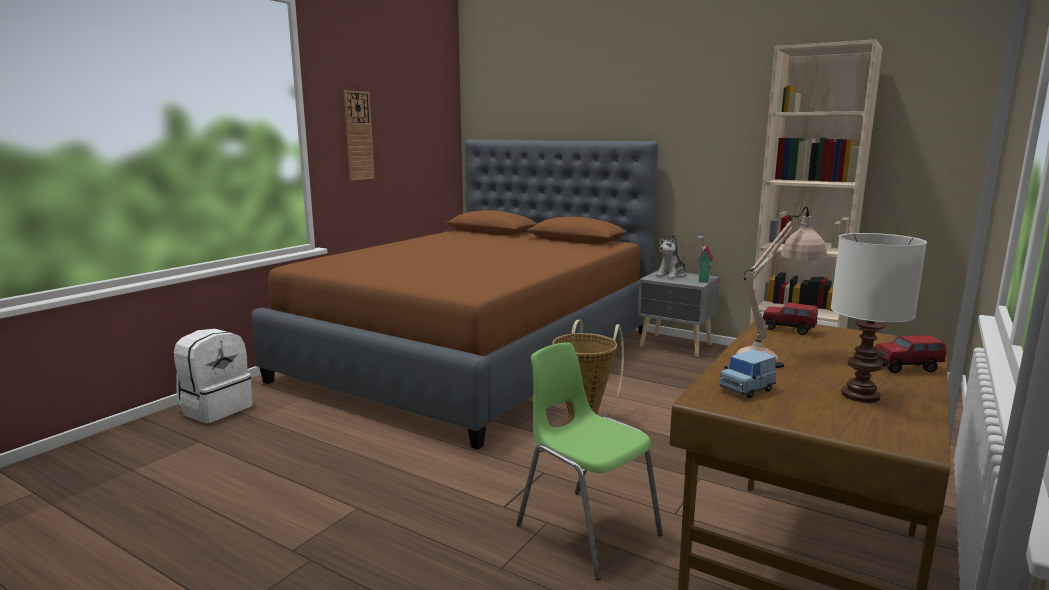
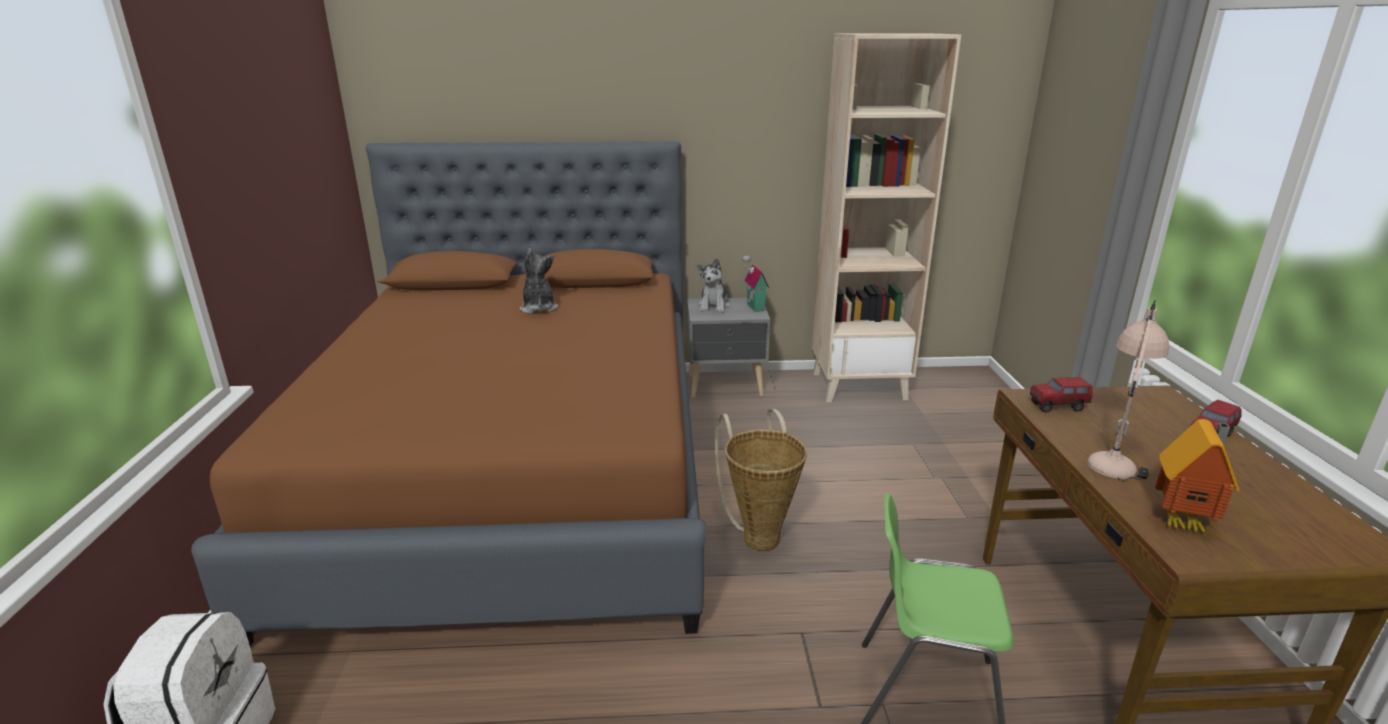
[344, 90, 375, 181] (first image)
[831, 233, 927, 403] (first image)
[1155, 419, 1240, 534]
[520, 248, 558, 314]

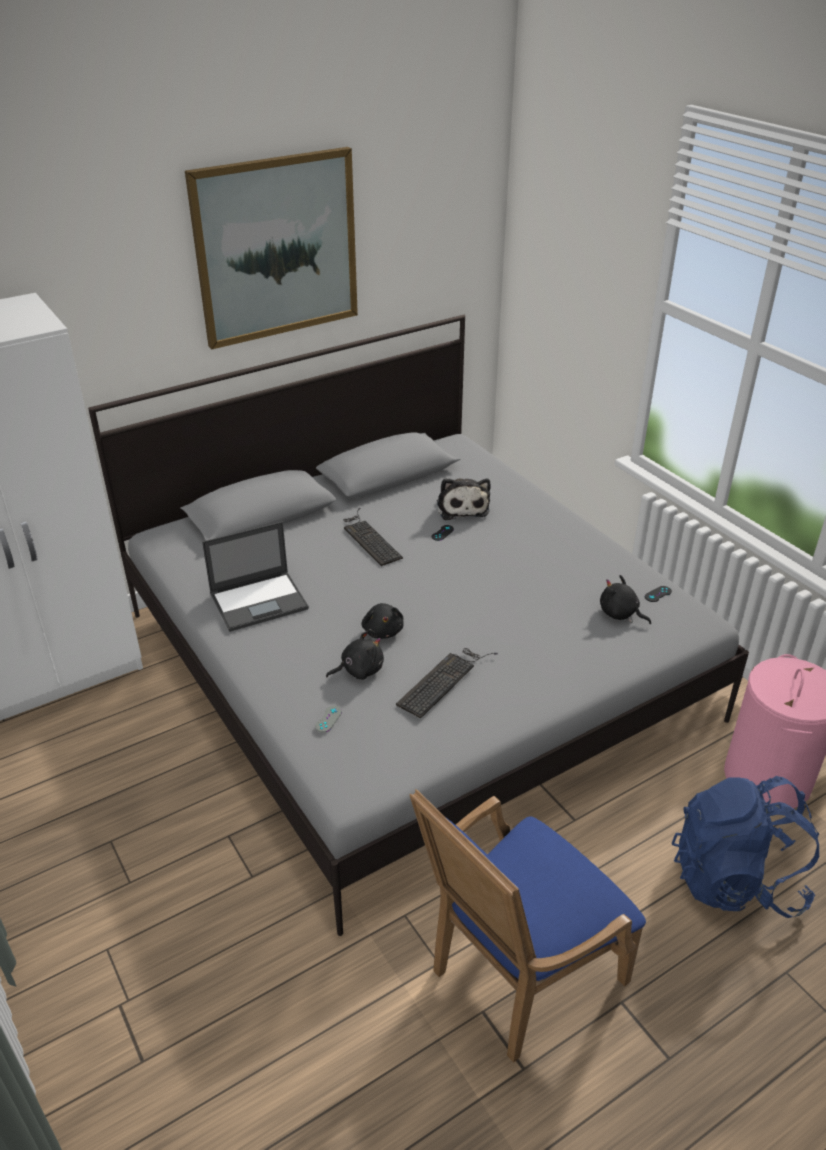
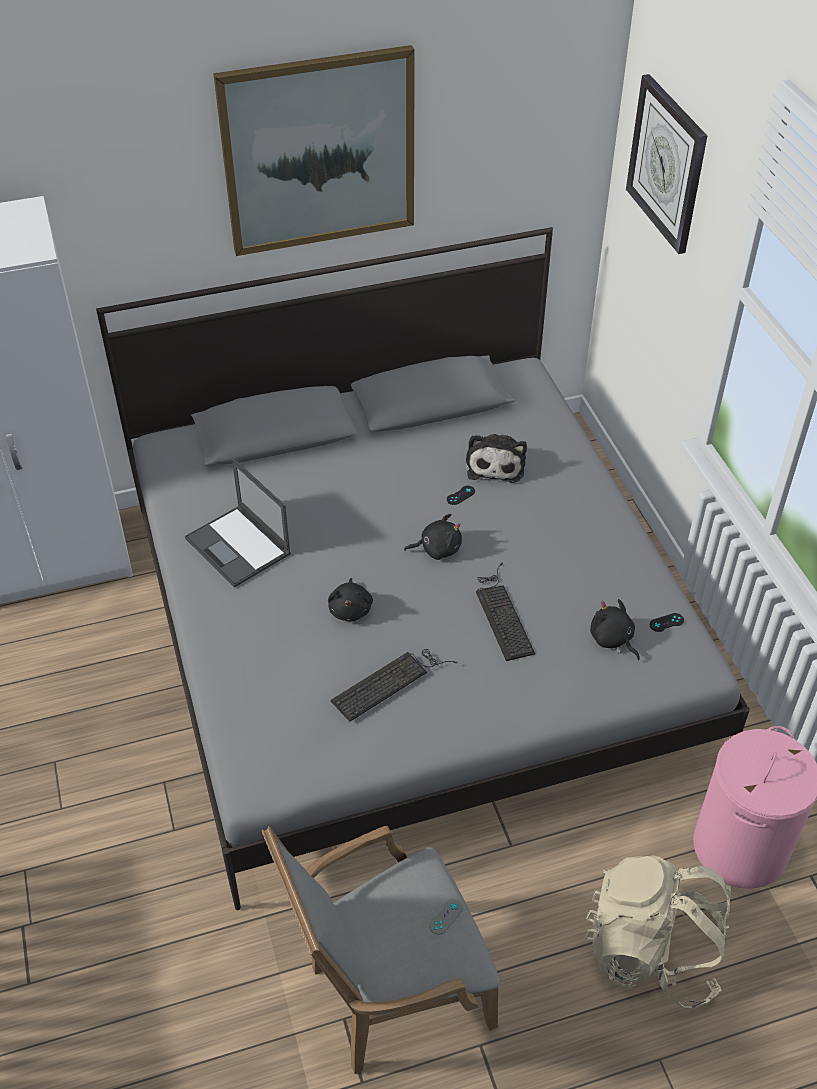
[476, 563, 535, 661]
[185, 458, 291, 588]
[404, 514, 462, 560]
[429, 899, 463, 935]
[585, 855, 731, 1008]
[262, 826, 500, 1074]
[626, 74, 707, 254]

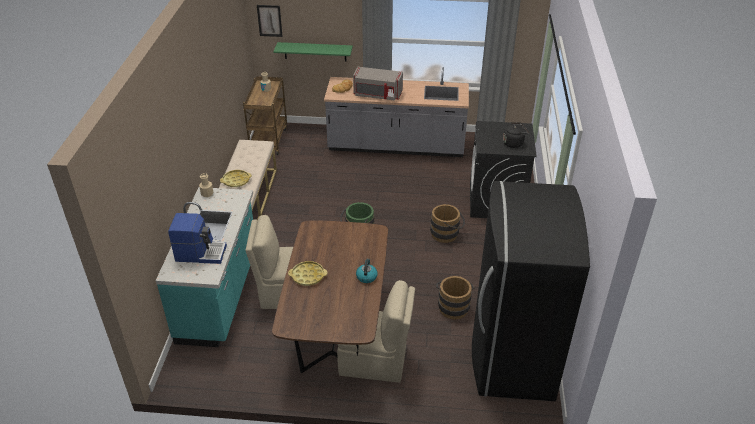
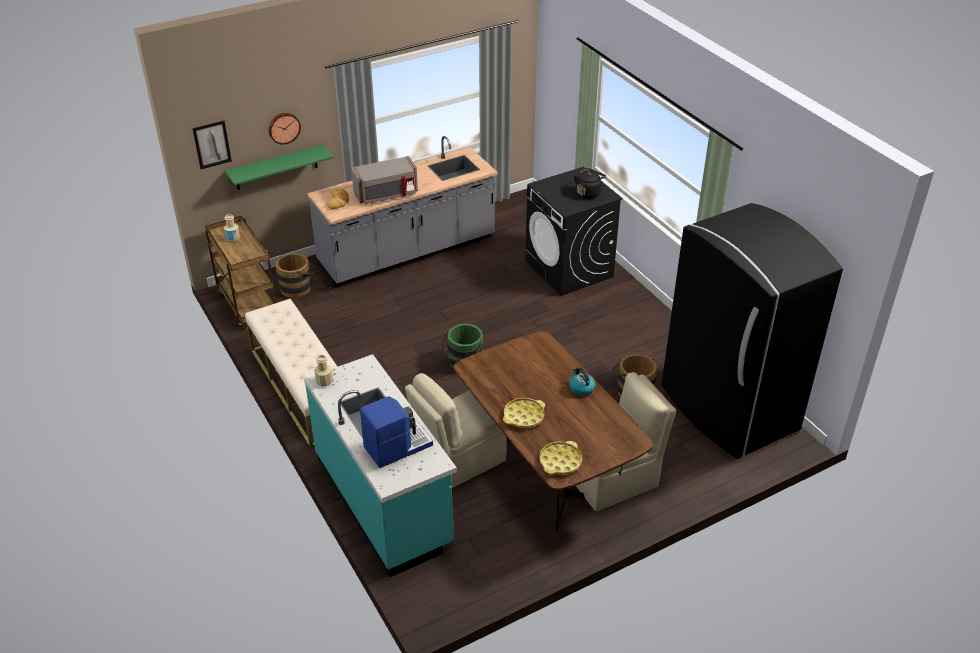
[539, 441, 582, 475]
[276, 253, 317, 298]
[268, 113, 301, 145]

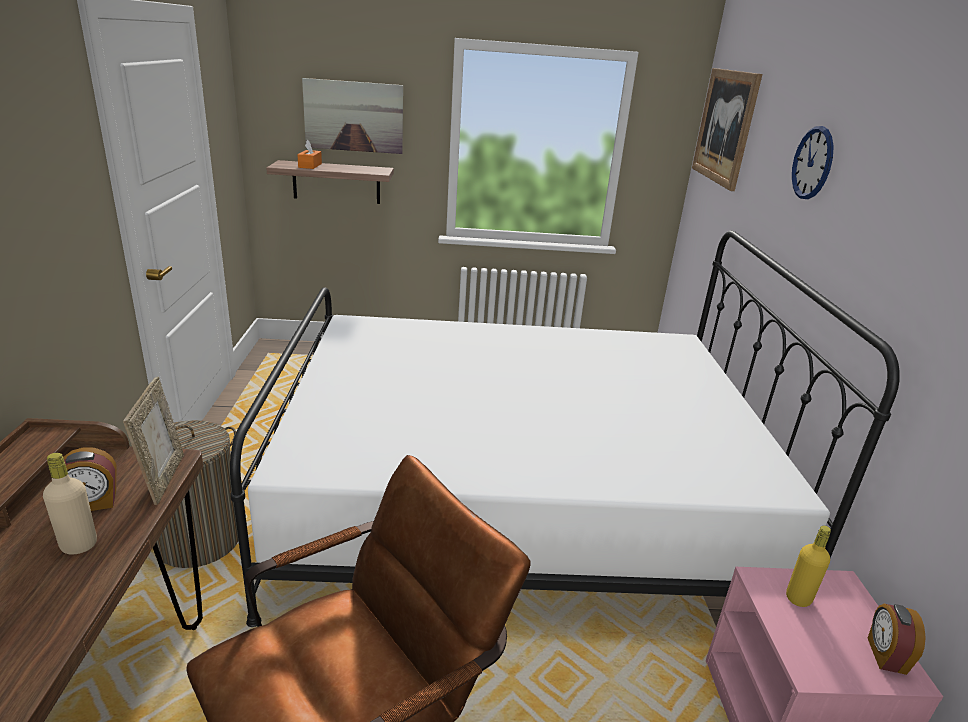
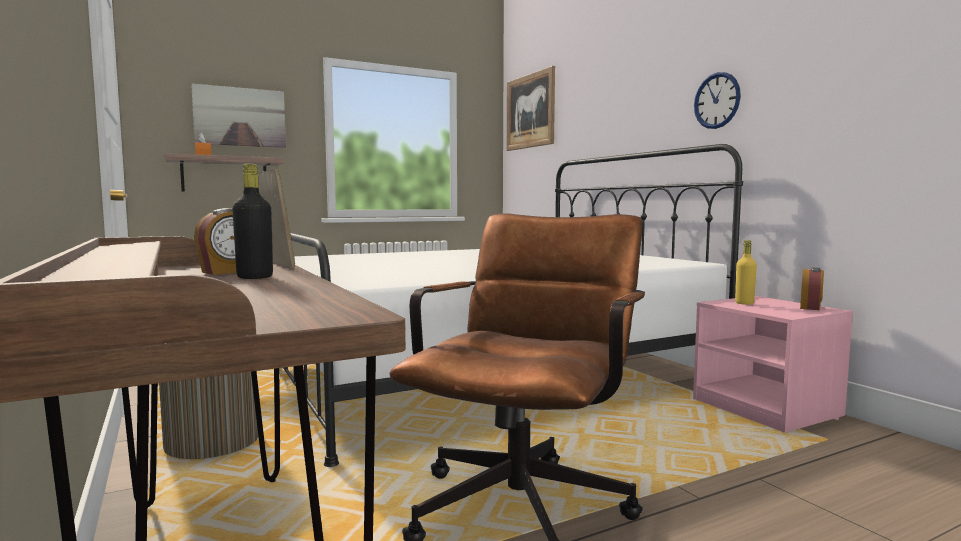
[694, 72, 741, 129]
[232, 164, 273, 279]
[800, 268, 824, 310]

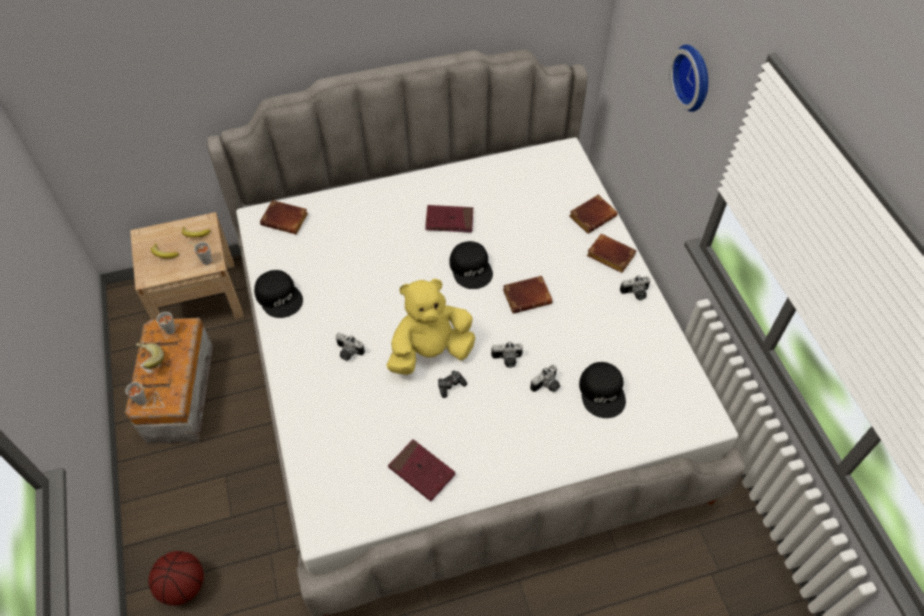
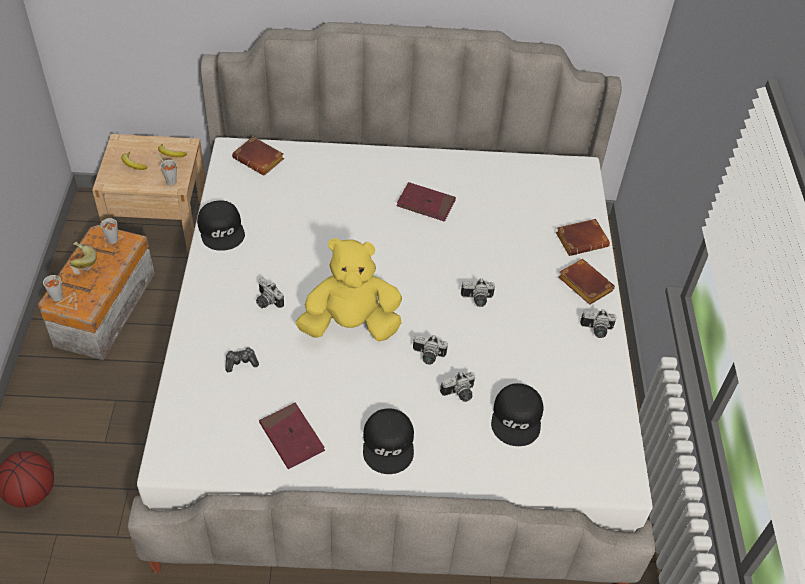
[670, 45, 708, 112] (first image)
[363, 408, 414, 474]
[461, 278, 495, 307]
[225, 347, 259, 372]

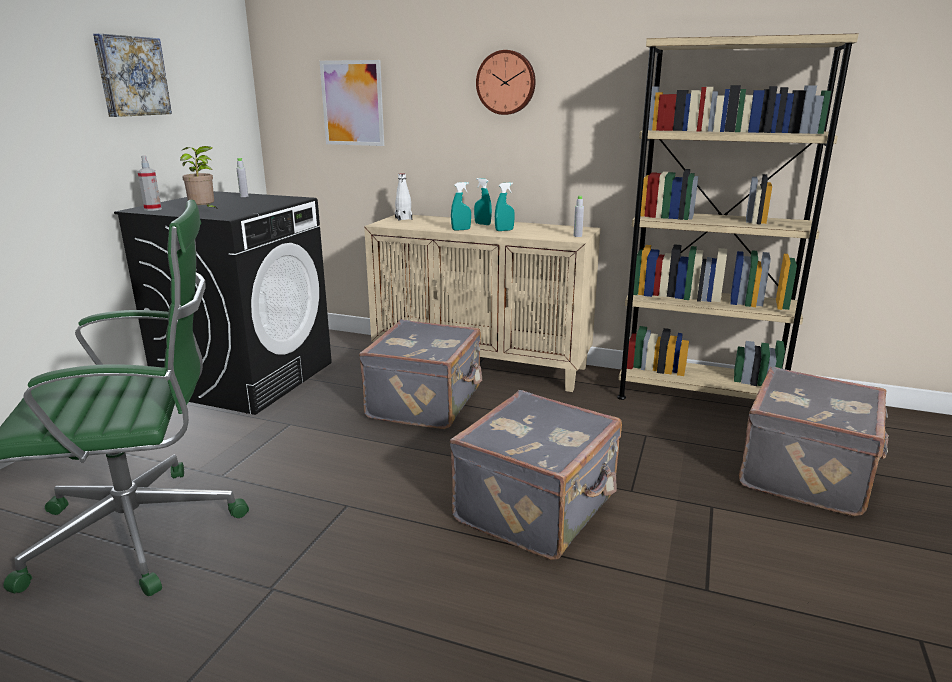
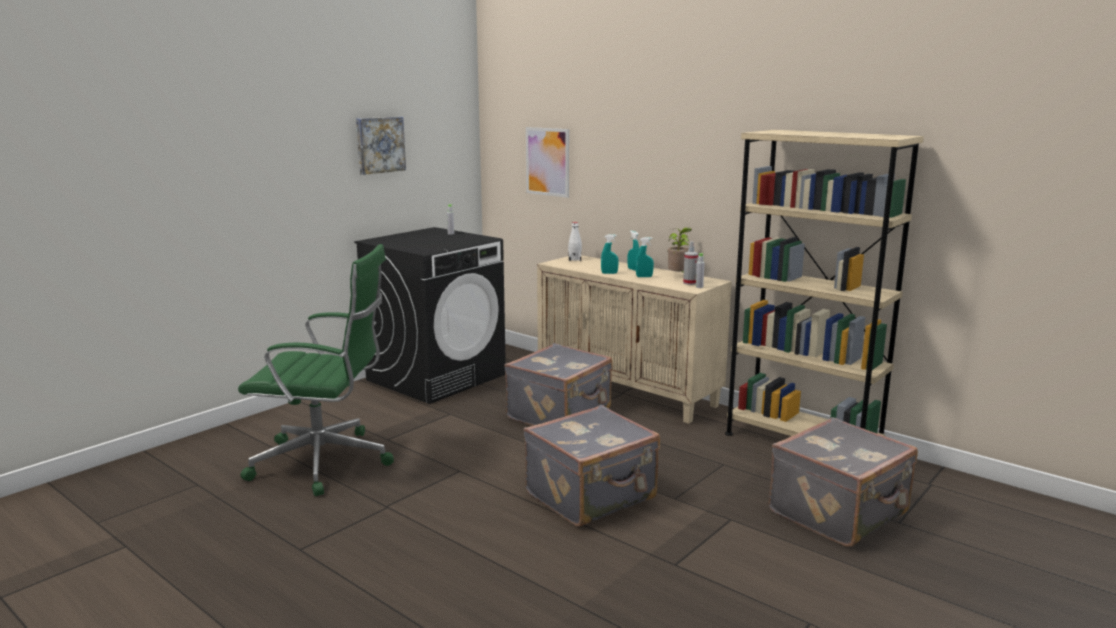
[476, 50, 536, 115] (first image)
[668, 227, 691, 273]
[683, 241, 698, 285]

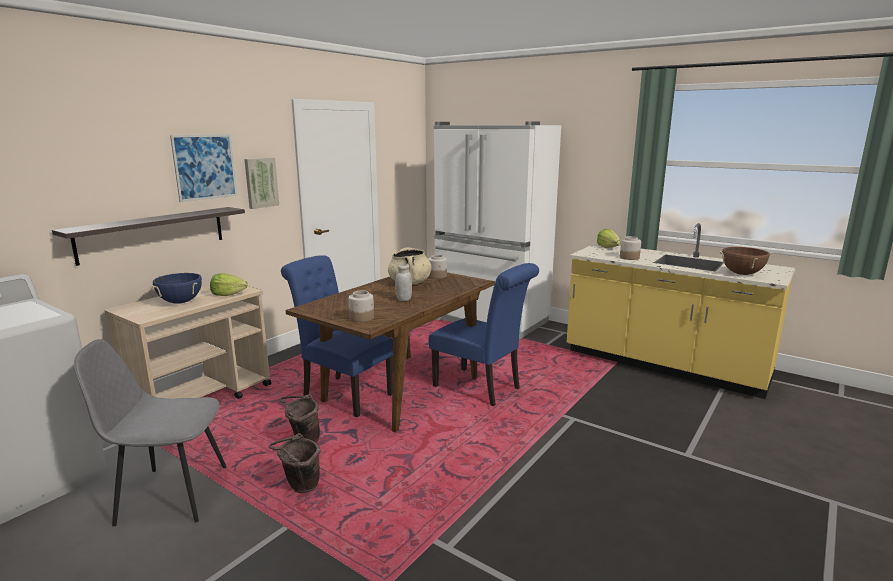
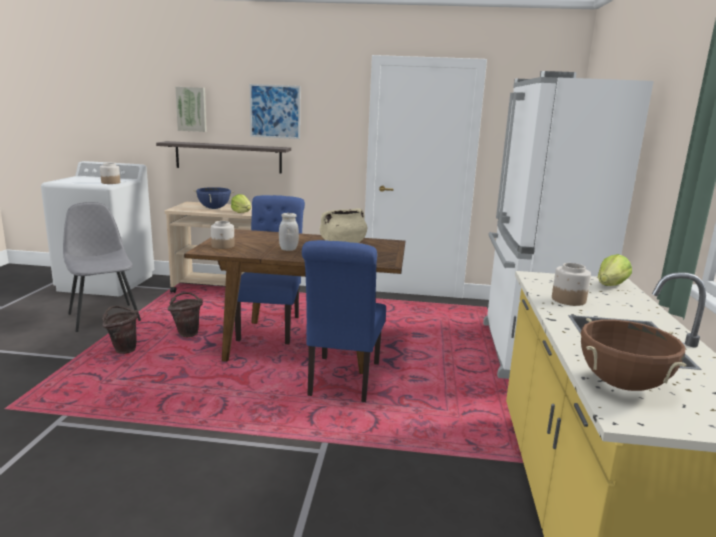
[176, 87, 207, 132]
[100, 163, 120, 184]

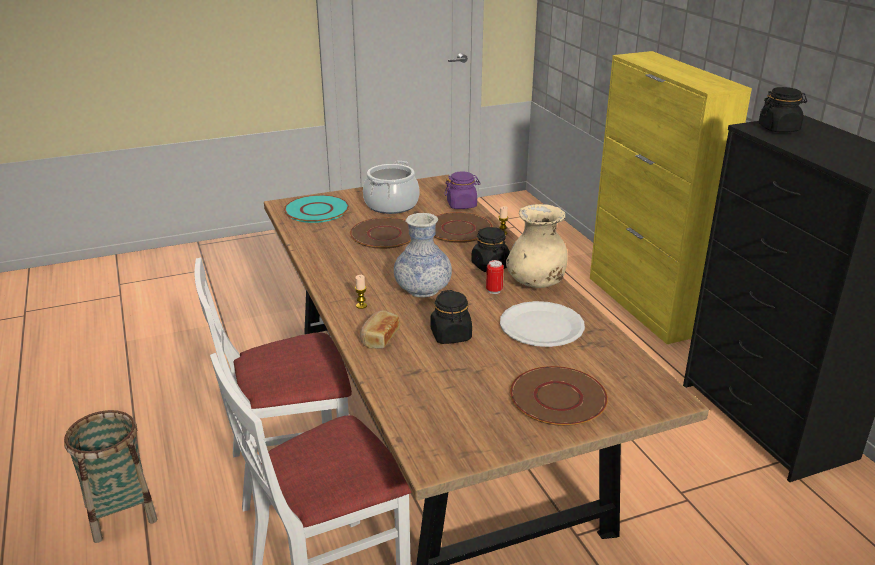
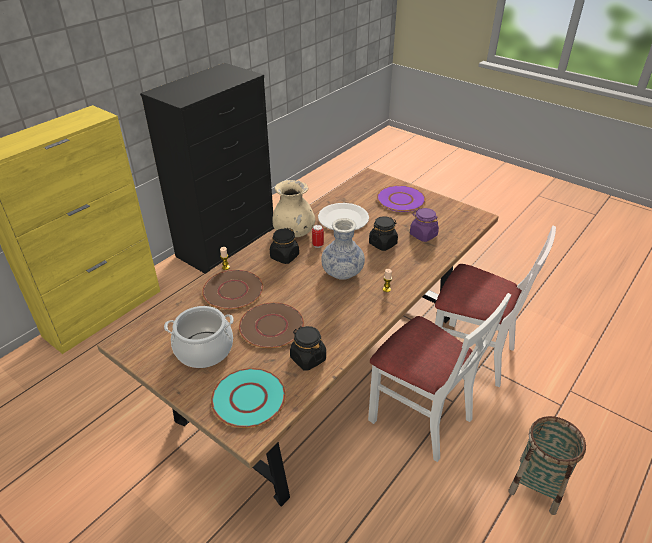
[290, 326, 326, 371]
[410, 208, 439, 242]
[360, 310, 400, 348] (first image)
[377, 185, 426, 212]

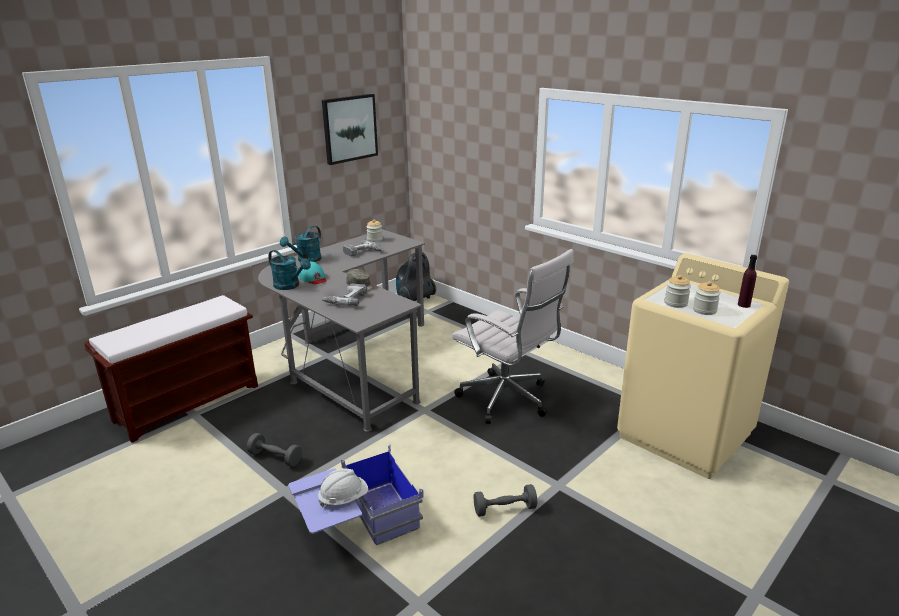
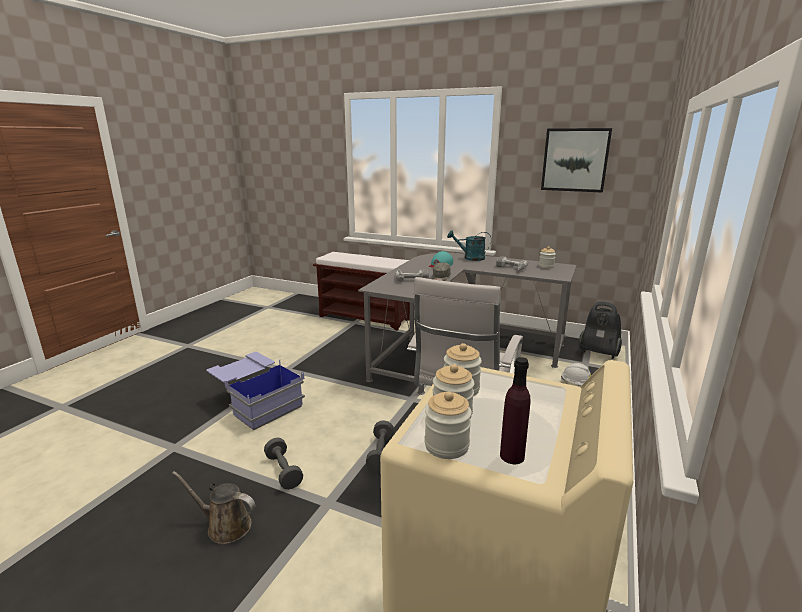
[268, 250, 311, 290] (first image)
[366, 420, 394, 472]
[561, 363, 592, 385]
[425, 392, 472, 459]
[172, 471, 255, 544]

